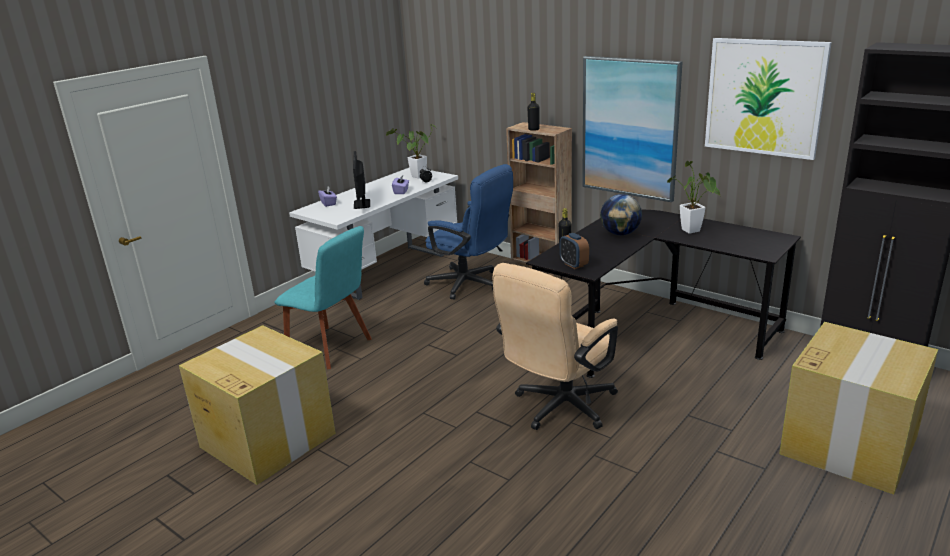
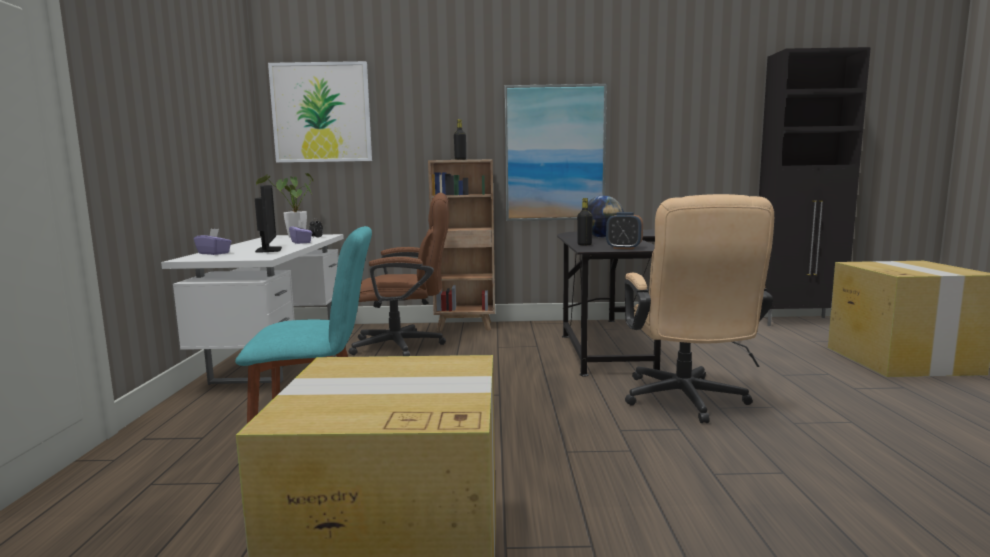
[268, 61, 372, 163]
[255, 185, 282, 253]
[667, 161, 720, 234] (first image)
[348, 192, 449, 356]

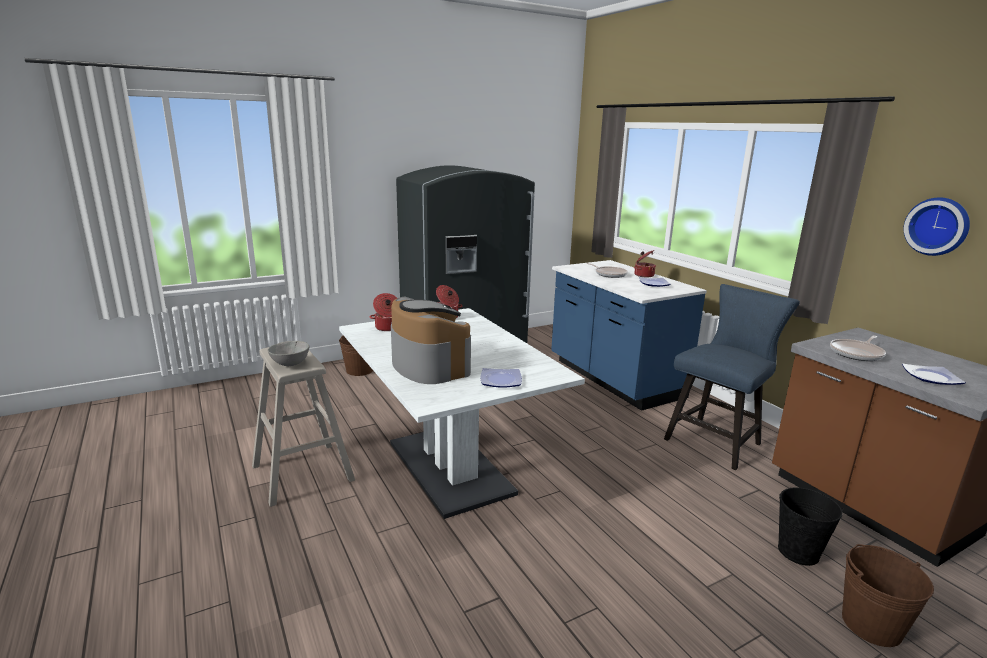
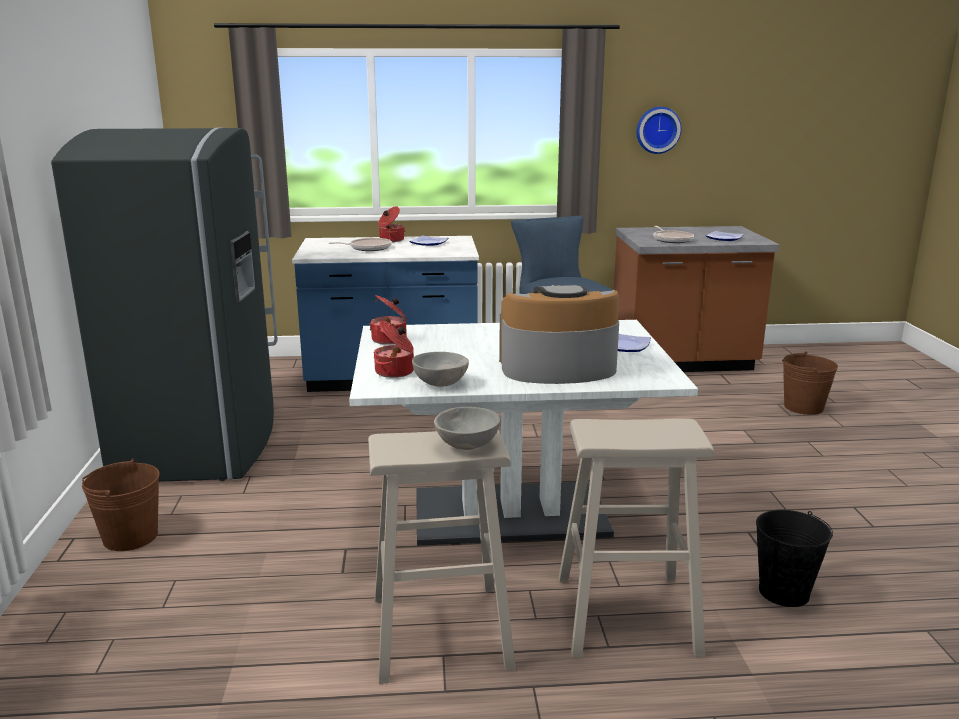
[756, 510, 833, 607]
[412, 352, 469, 387]
[559, 419, 714, 658]

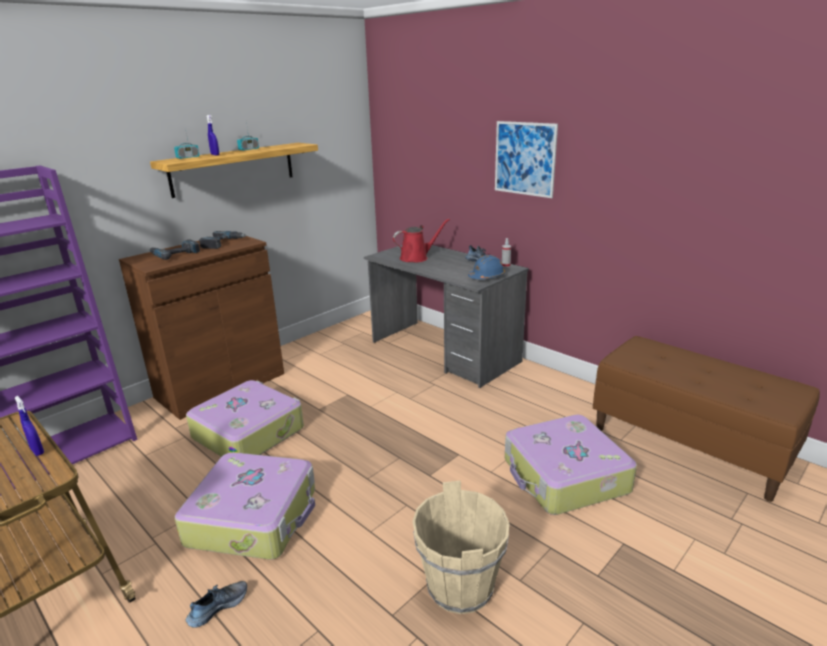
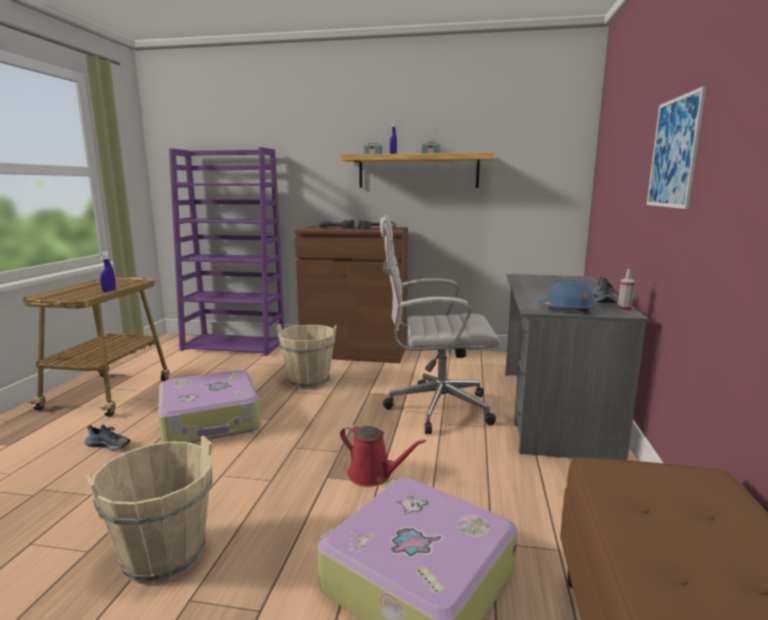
[340, 425, 426, 487]
[276, 324, 337, 389]
[380, 215, 501, 434]

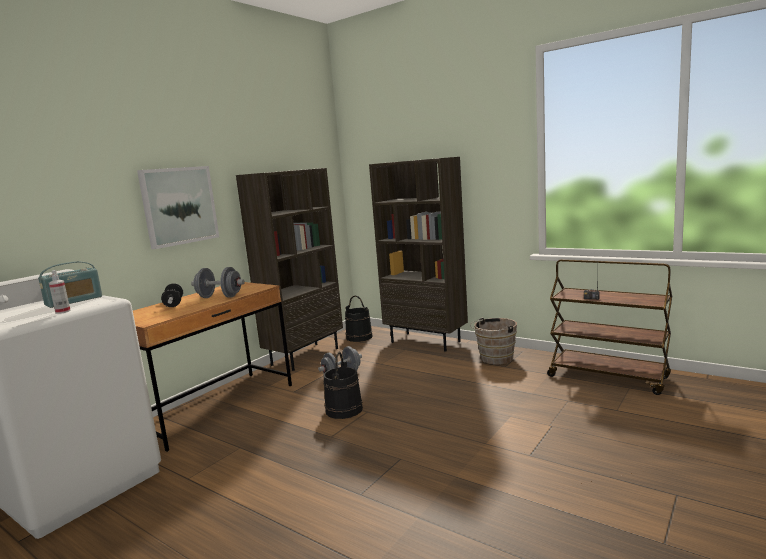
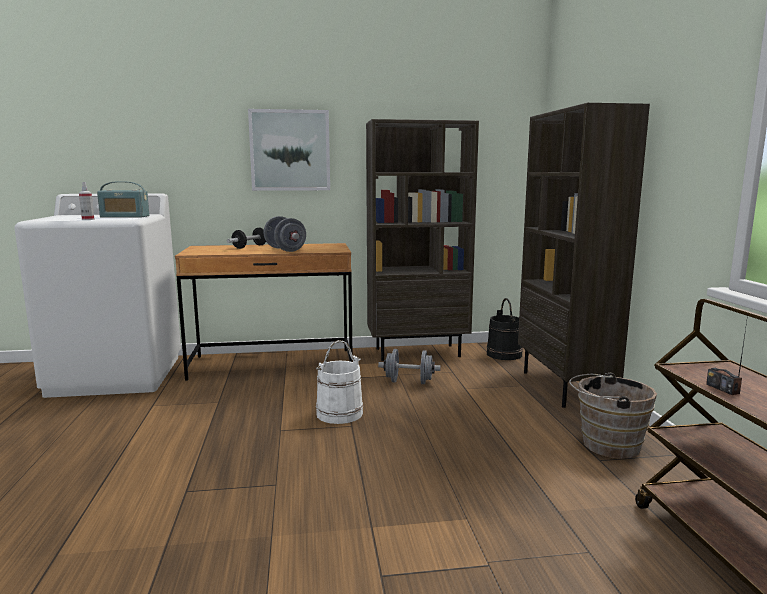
[316, 340, 363, 424]

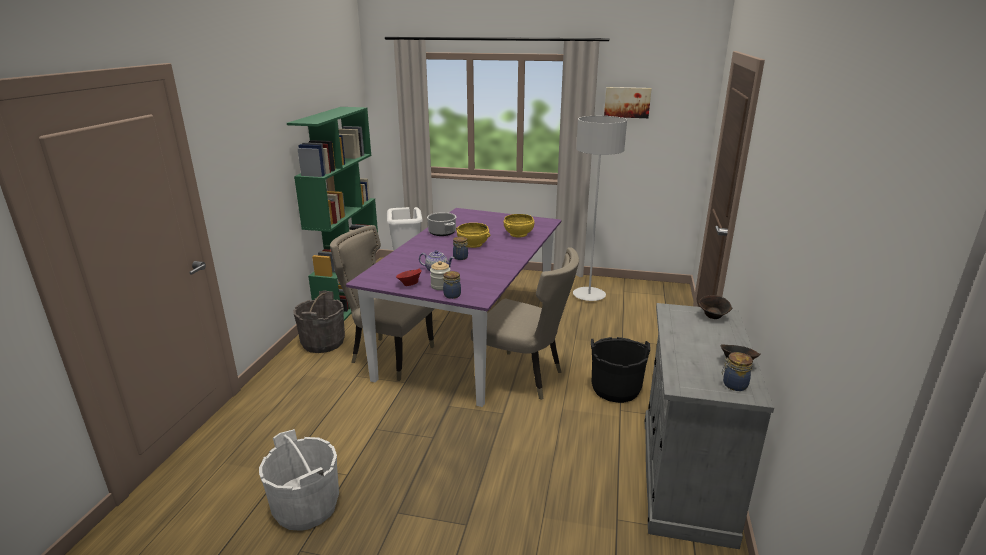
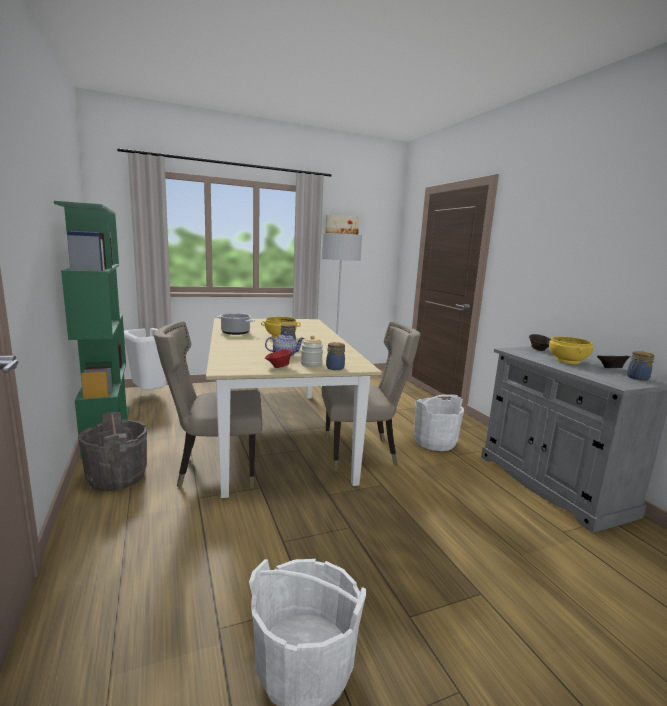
[206, 318, 382, 498]
[549, 337, 593, 364]
[414, 394, 464, 451]

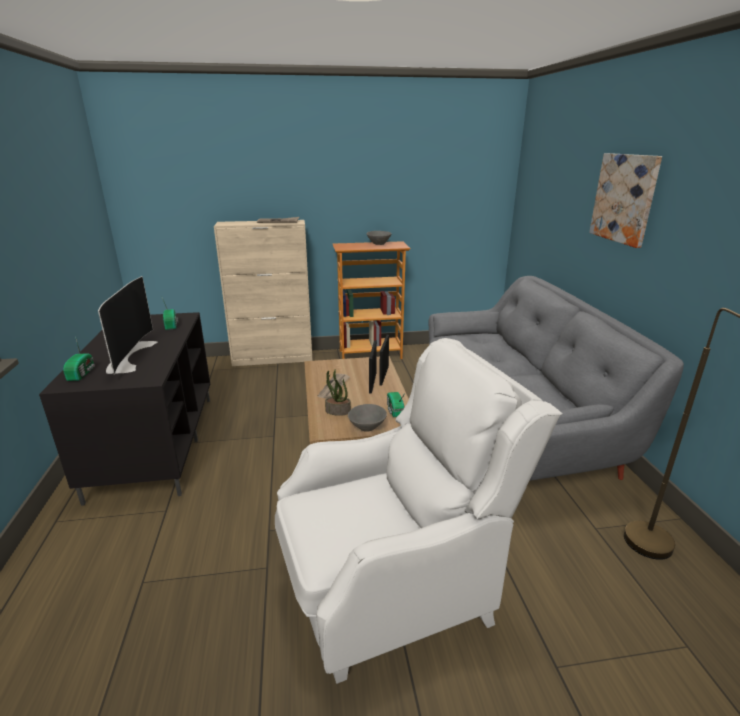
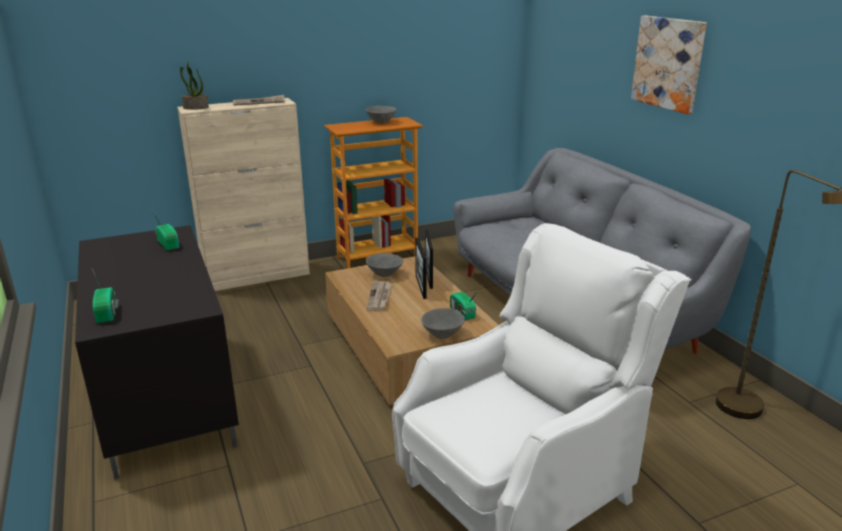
[98, 276, 157, 375] (first image)
[180, 62, 209, 110]
[366, 253, 403, 277]

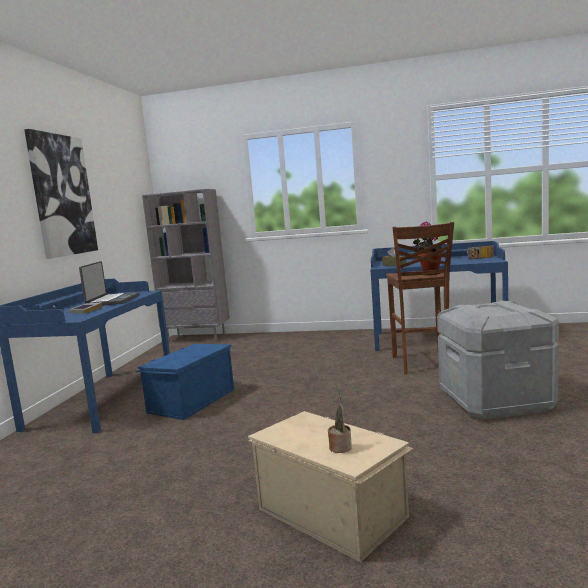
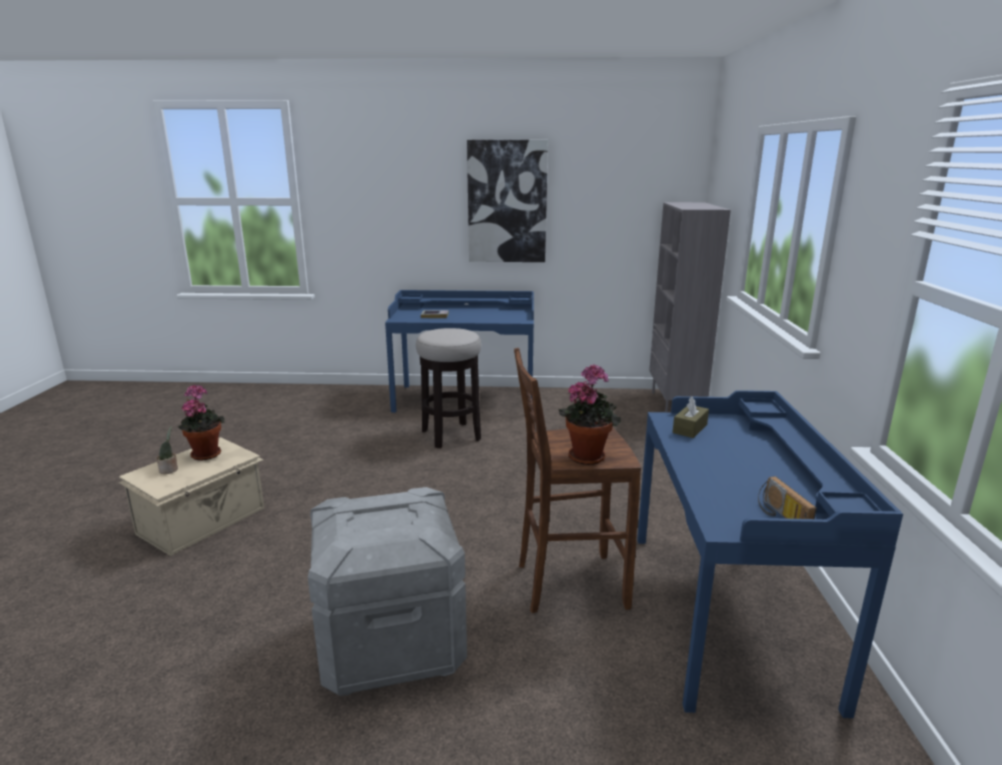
[79, 261, 140, 306] (first image)
[416, 328, 481, 448]
[178, 385, 225, 461]

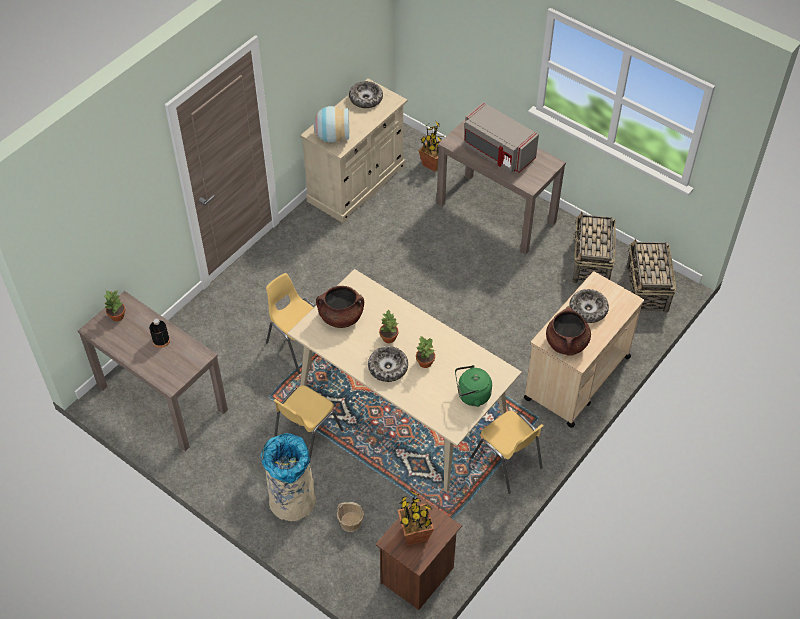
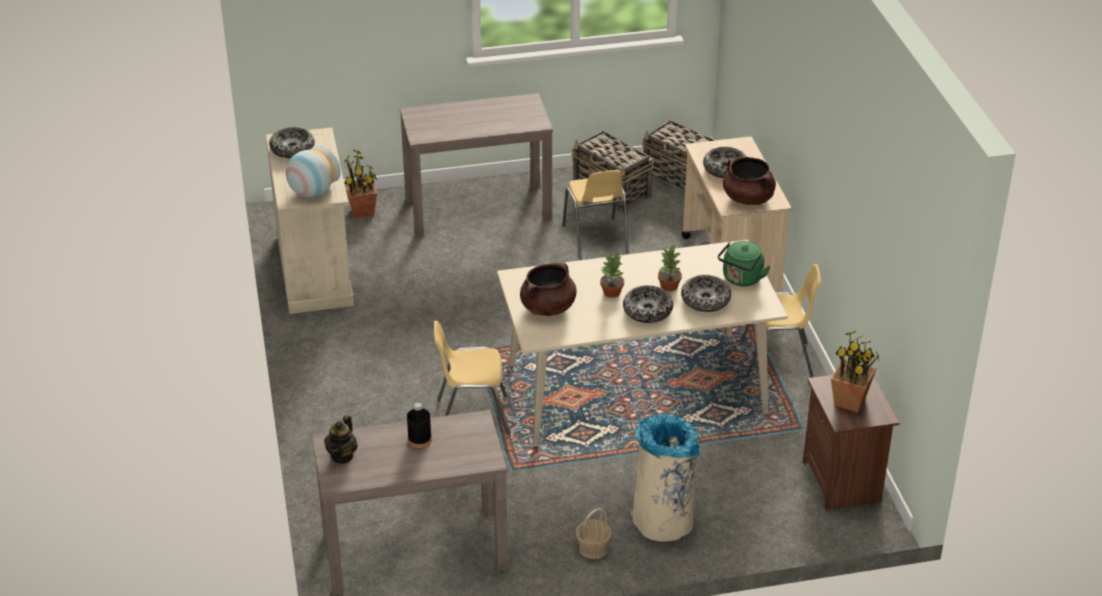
[464, 102, 539, 173] (first image)
[324, 415, 358, 464]
[562, 170, 628, 260]
[576, 508, 612, 559]
[681, 275, 731, 312]

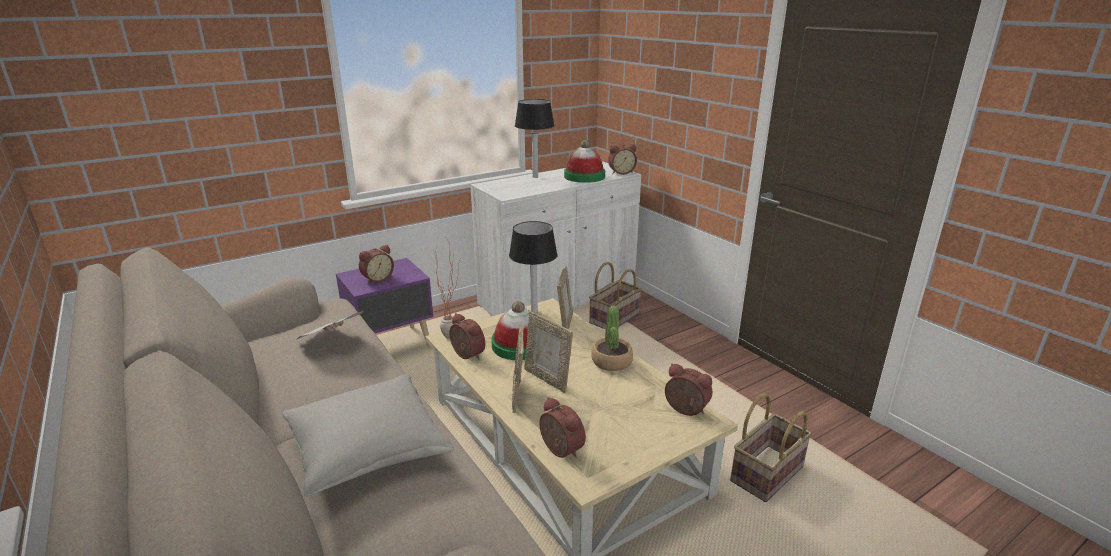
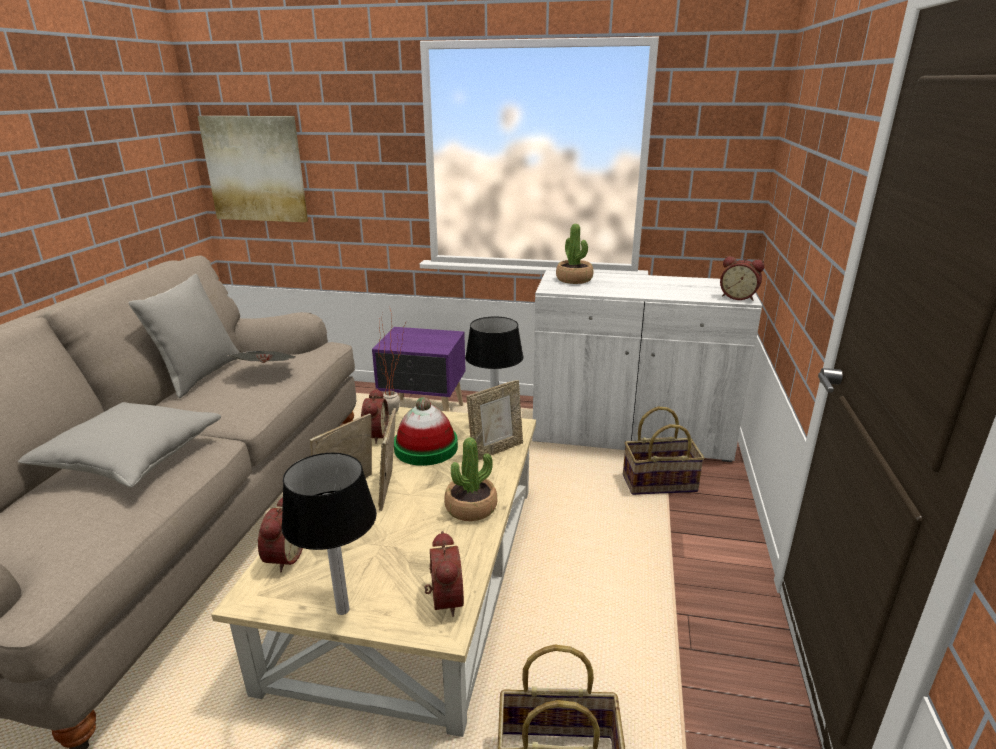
[281, 453, 377, 615]
[564, 140, 605, 183] (first image)
[359, 245, 394, 284] (first image)
[198, 116, 308, 222]
[556, 224, 593, 284]
[128, 274, 240, 398]

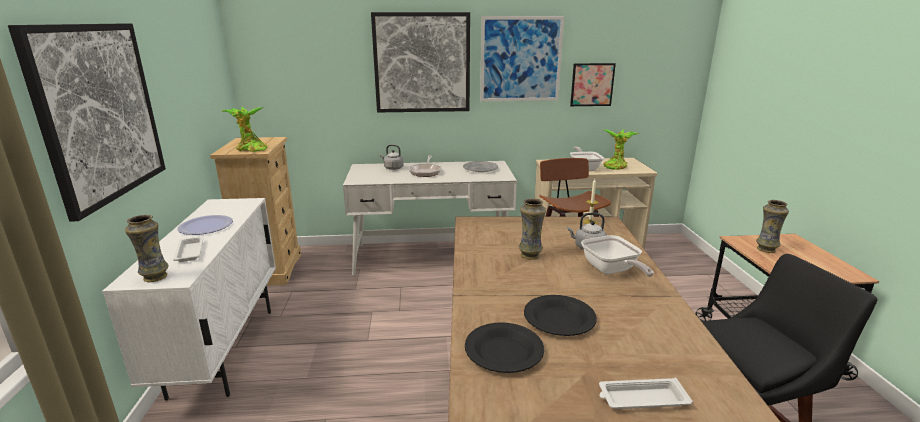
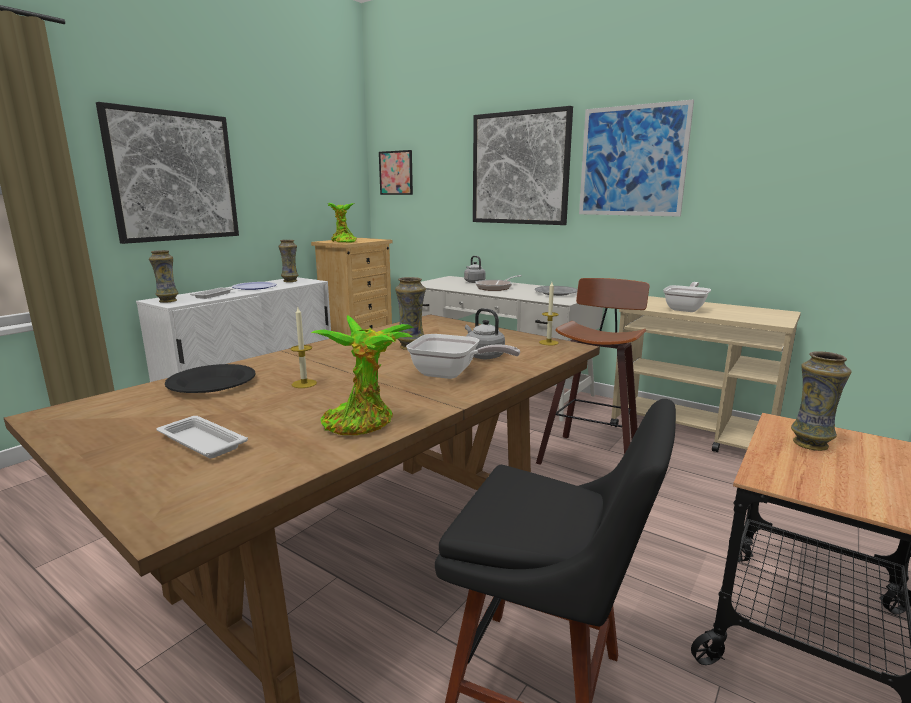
[379, 150, 413, 195]
[311, 315, 414, 435]
[406, 334, 520, 379]
[290, 307, 317, 388]
[279, 240, 298, 282]

